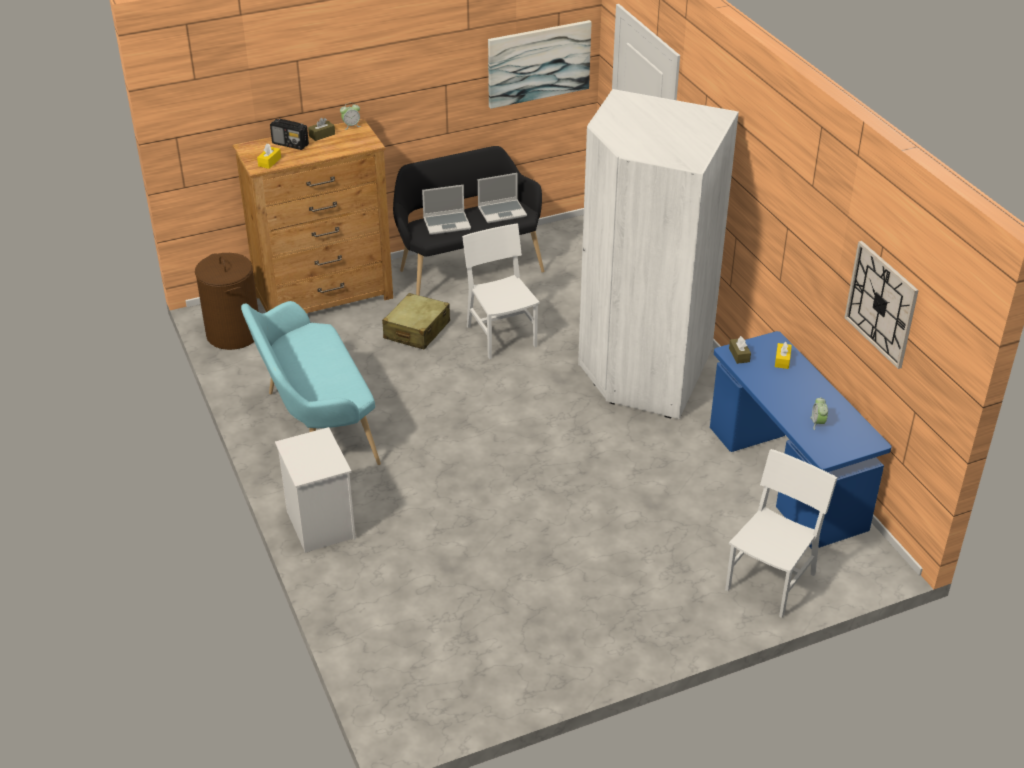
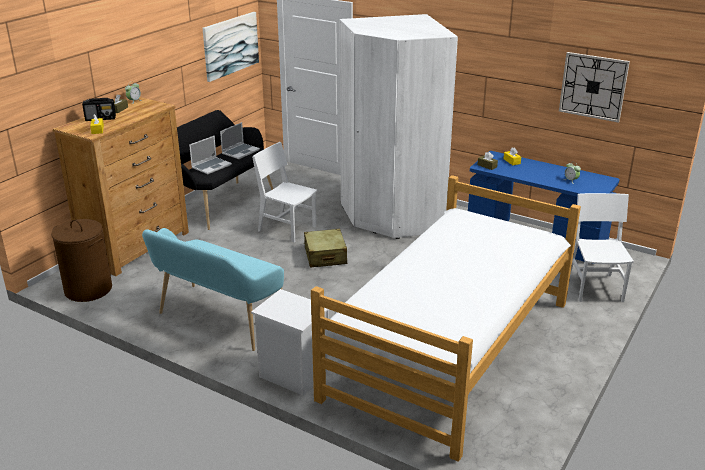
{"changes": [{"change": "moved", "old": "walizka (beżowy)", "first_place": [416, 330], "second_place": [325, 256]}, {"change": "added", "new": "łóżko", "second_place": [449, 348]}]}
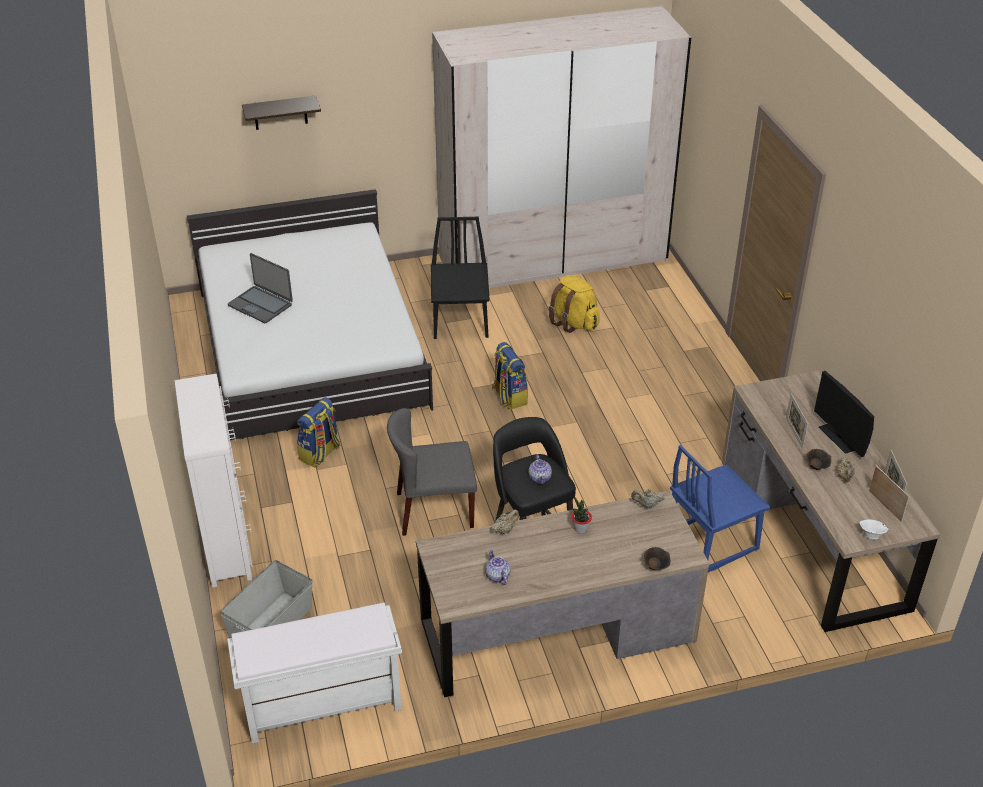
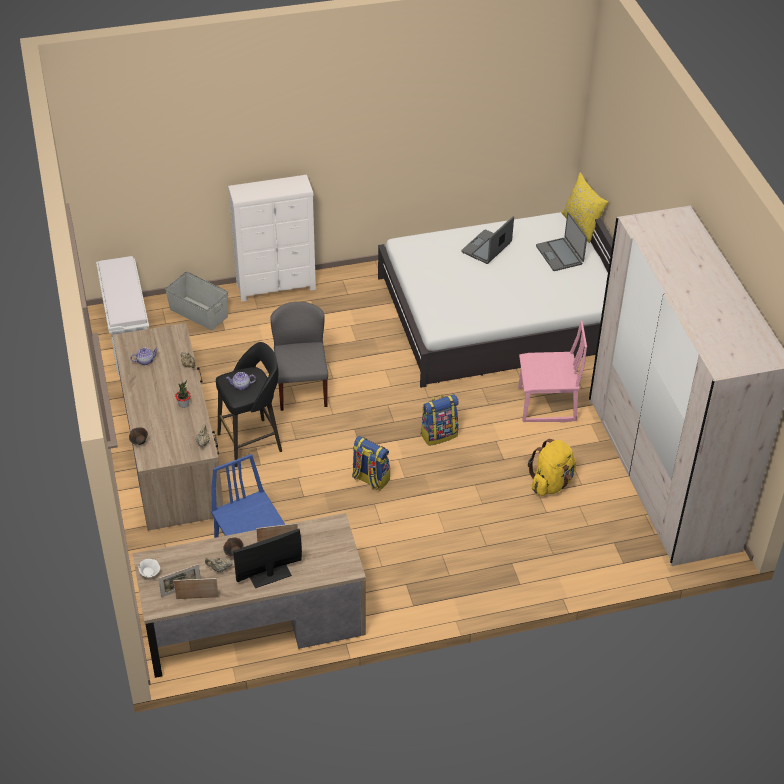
{"changes": [{"change": "moved", "old": "plecak", "first_place": [320, 453], "second_place": [370, 479]}, {"change": "recoloured", "old": "krzesło (czarny)", "new": "krzesło (różowy)", "first_place": [461, 321], "second_place": [547, 405]}, {"change": "added", "new": "laptop", "second_place": [560, 255]}, {"change": "added", "new": "poduszka (żółty)", "second_place": [581, 226]}, {"change": "removed", "old": "półka", "first_place": [280, 113]}]}
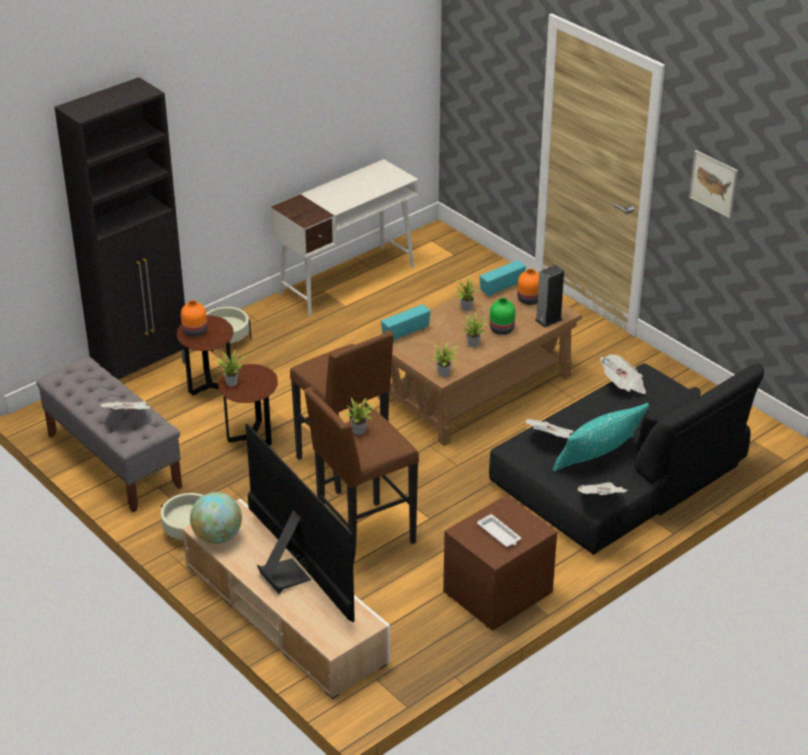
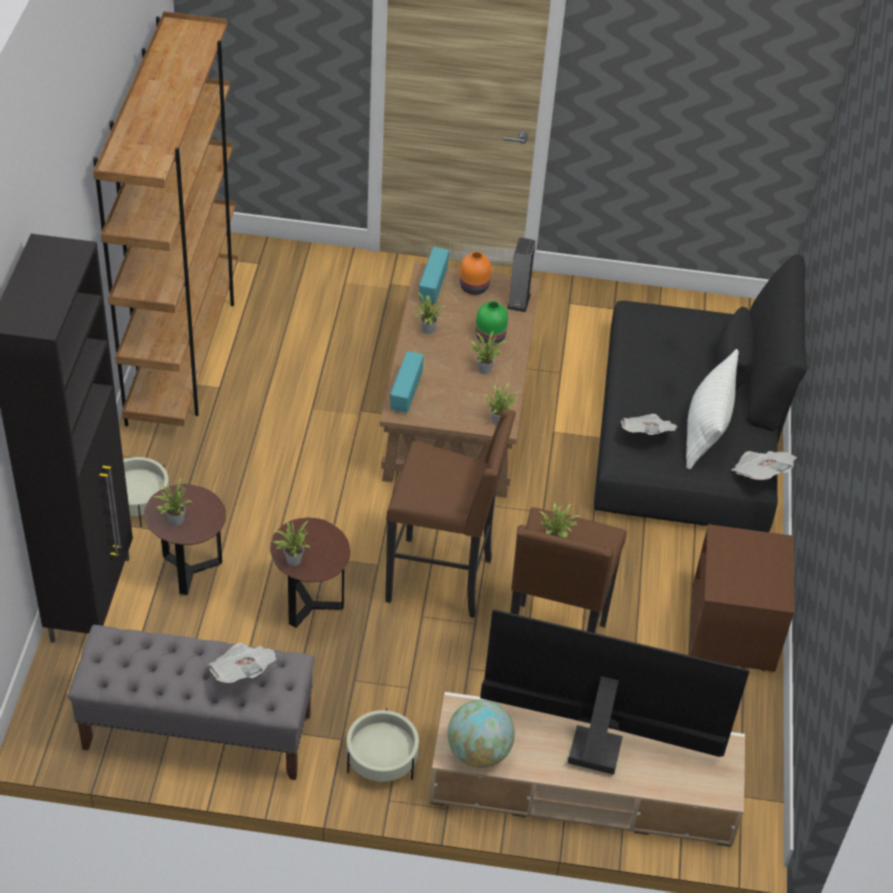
{"changes": [{"change": "replaced", "old": "biurko (biały)", "new": "regał (brązowy)", "first_place": [347, 280], "second_place": [183, 353]}, {"change": "replaced", "old": "wazon (pomarańczowy)", "new": "roślina doniczkowa", "first_place": [195, 332], "second_place": [174, 520]}, {"change": "recoloured", "old": "poduszka (turkusowy)", "new": "poduszka (biały)", "first_place": [598, 457], "second_place": [706, 430]}, {"change": "removed", "old": "taca (biały)", "first_place": [499, 534]}, {"change": "removed", "old": "gazeta", "first_place": [623, 385]}, {"change": "removed", "old": "obraz", "first_place": [713, 183]}]}
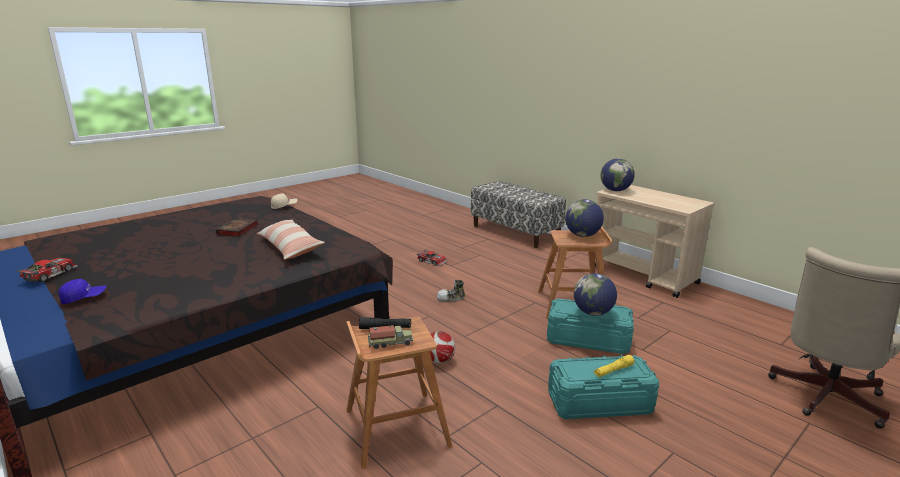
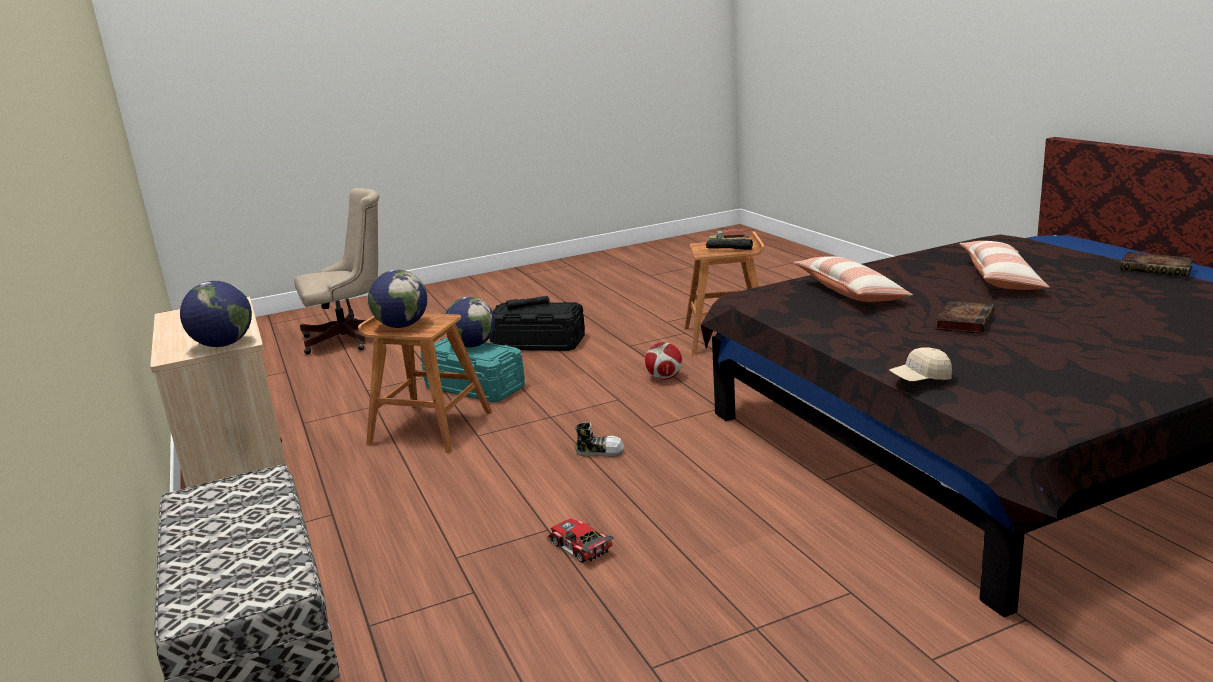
{"changes": [{"change": "recoloured", "old": "pojemnik do przechowywania (turkusowy)", "new": "pojemnik do przechowywania (czarny)", "first_place": [599, 403], "second_place": [538, 343]}, {"change": "recoloured", "old": "latarka (żółty)", "new": "latarka (czarny)", "first_place": [613, 371], "second_place": [528, 306]}, {"change": "added", "new": "poduszka", "second_place": [1000, 278]}, {"change": "replaced", "old": "samochodzik", "new": "książka", "first_place": [48, 274], "second_place": [1158, 268]}, {"change": "removed", "old": "czapka z daszkiem (niebieski)", "first_place": [84, 298]}]}
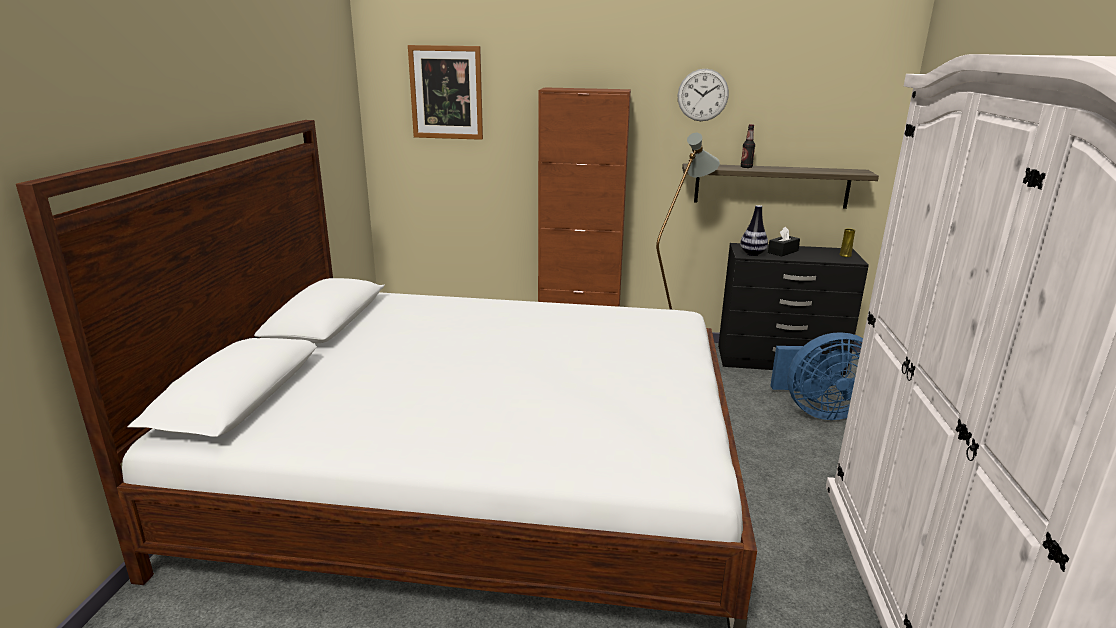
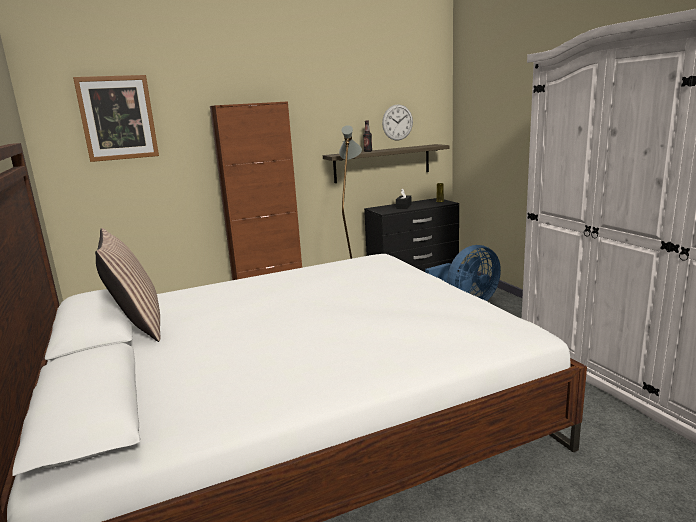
{"changes": [{"change": "added", "new": "poduszka", "second_place": [137, 326]}, {"change": "moved", "old": "zegar ścienny", "first_place": [702, 95], "second_place": [397, 122]}, {"change": "removed", "old": "wazon", "first_place": [752, 254]}]}
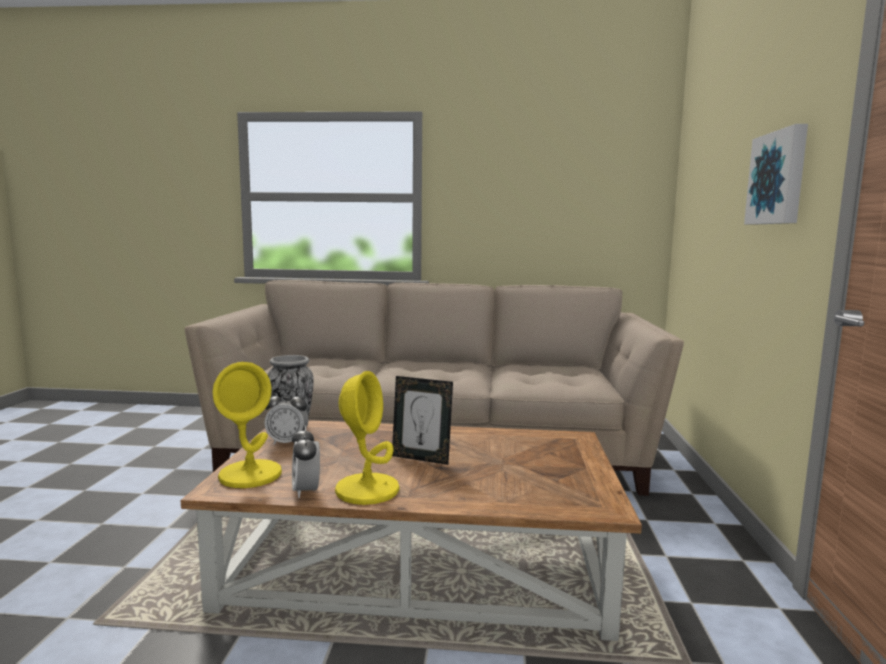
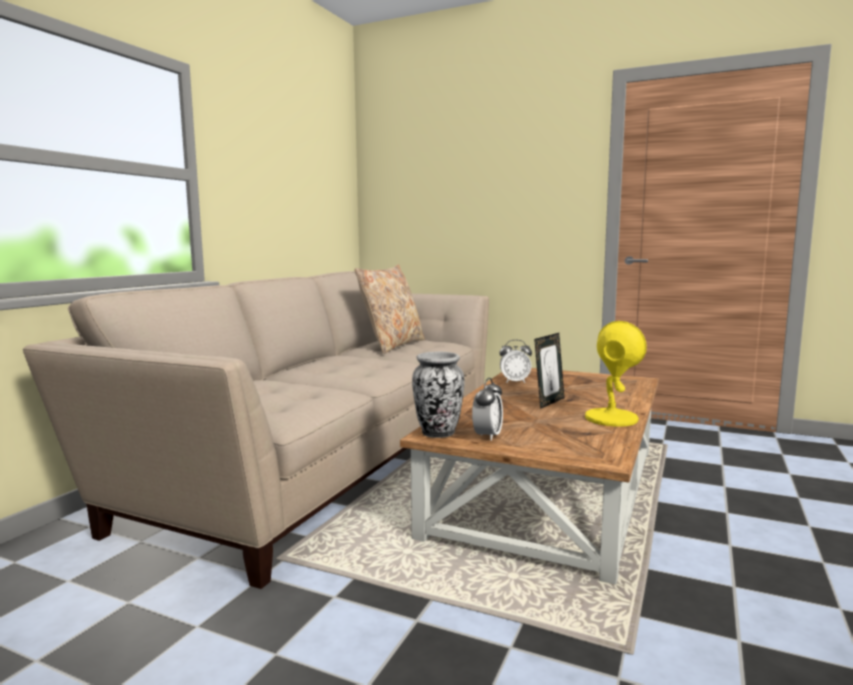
{"changes": [{"change": "added", "new": "poduszka (beżowy)", "second_place": [392, 345]}, {"change": "moved", "old": "budzik", "first_place": [306, 491], "second_place": [515, 381]}, {"change": "removed", "old": "lampa stołowa (żółty)", "first_place": [250, 475]}, {"change": "removed", "old": "obraz", "first_place": [779, 178]}]}
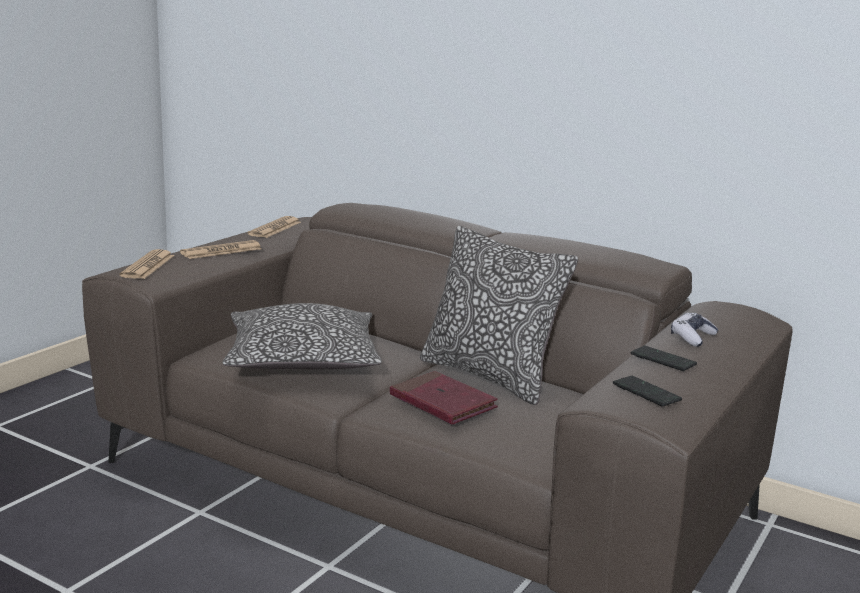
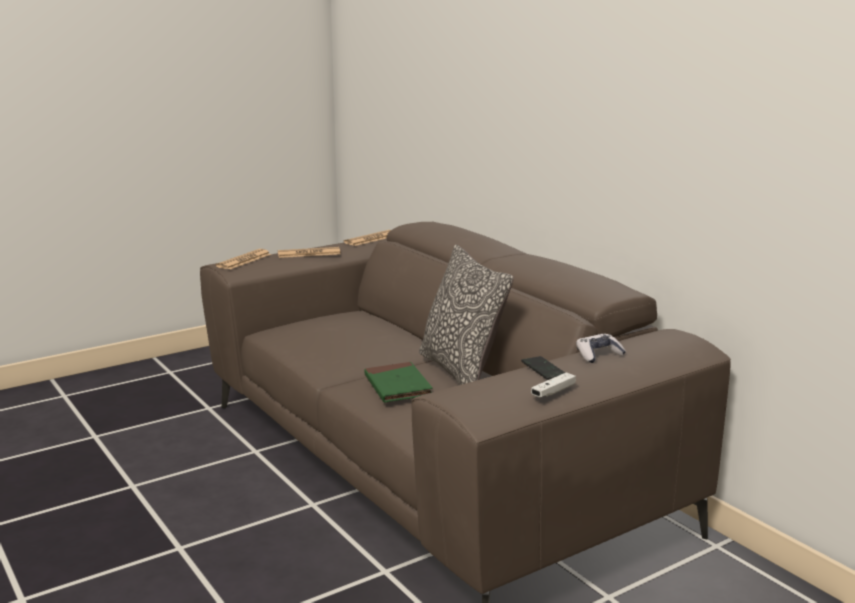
{"changes": [{"change": "recoloured", "old": "książka (czerwony)", "new": "książka (zielony)", "first_place": [442, 403], "second_place": [397, 386]}, {"change": "added", "new": "pad do gier (biały)", "second_place": [553, 392]}, {"change": "removed", "old": "poduszka", "first_place": [302, 360]}, {"change": "removed", "old": "telefon", "first_place": [646, 393]}]}
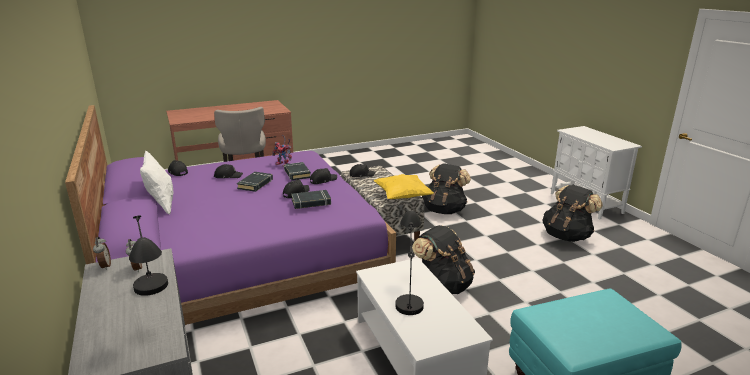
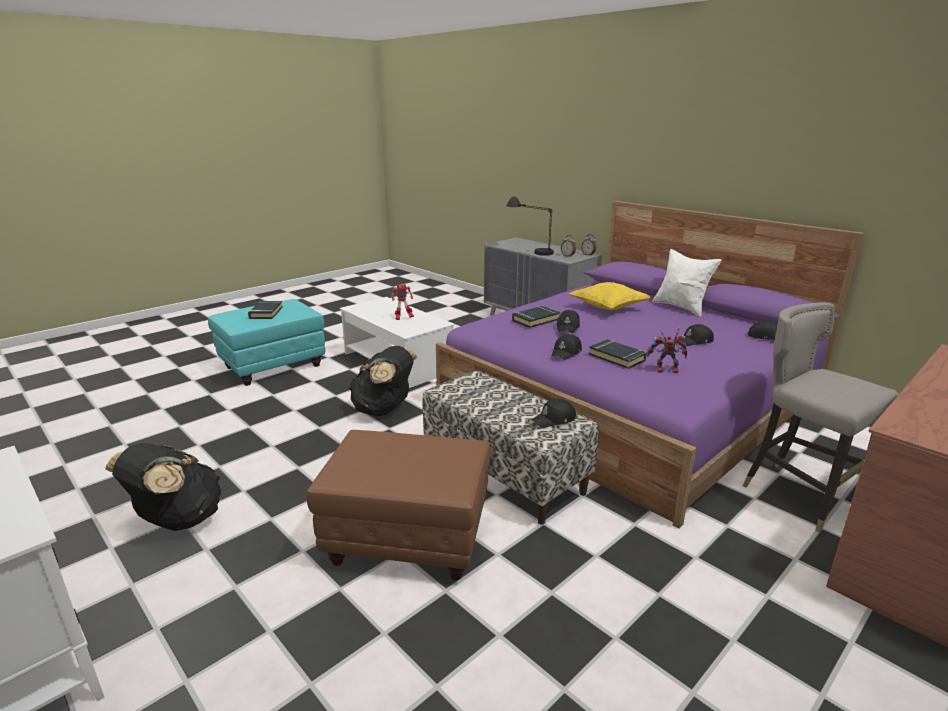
{"changes": [{"change": "moved", "old": "książka (czarny)", "first_place": [255, 184], "second_place": [266, 313]}, {"change": "replaced", "old": "plecak (czarny)", "new": "pufa (brązowy)", "first_place": [444, 210], "second_place": [407, 541]}, {"change": "replaced", "old": "lampa stołowa (czarny)", "new": "robot zabawkowy", "first_place": [409, 291], "second_place": [403, 318]}, {"change": "moved", "old": "poduszka (żółty)", "first_place": [402, 197], "second_place": [608, 308]}]}
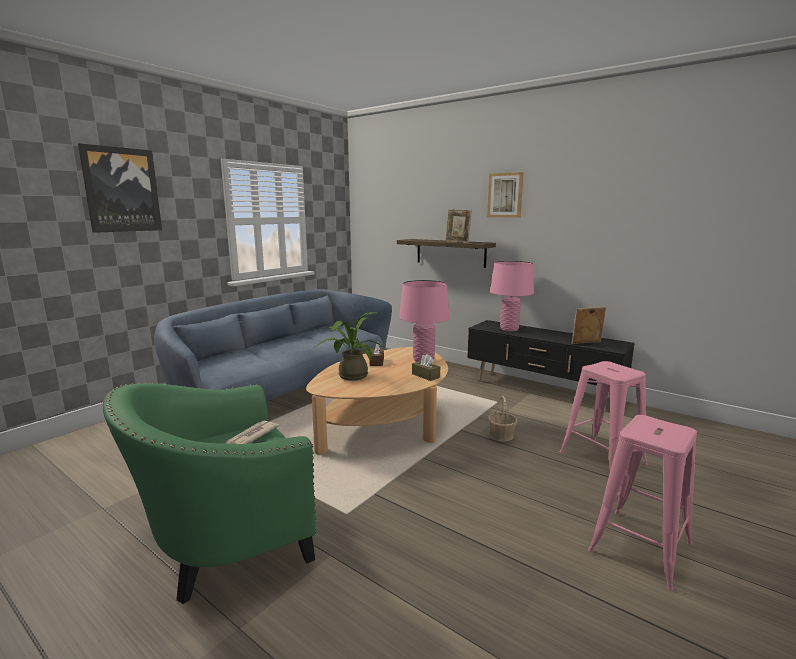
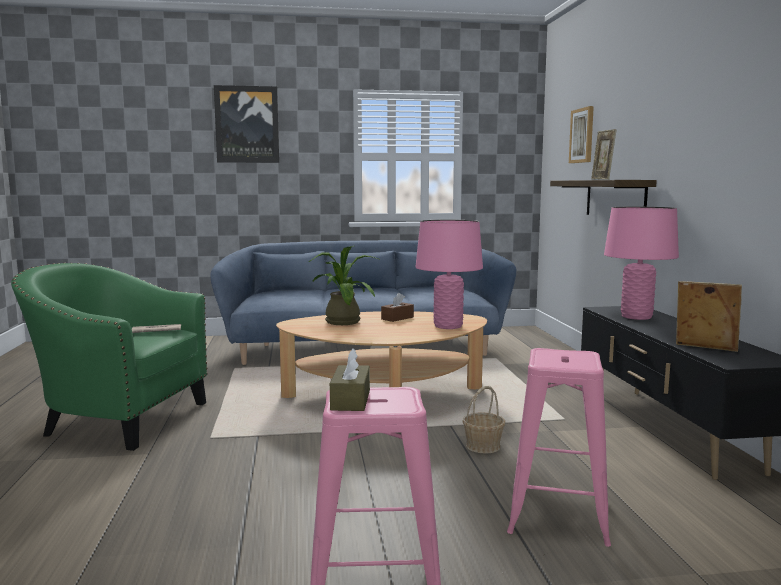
{"changes": [{"change": "moved", "old": "pudełko chusteczek (brązowy)", "first_place": [425, 375], "second_place": [350, 400]}, {"change": "moved", "old": "obraz", "first_place": [505, 195], "second_place": [582, 135]}]}
